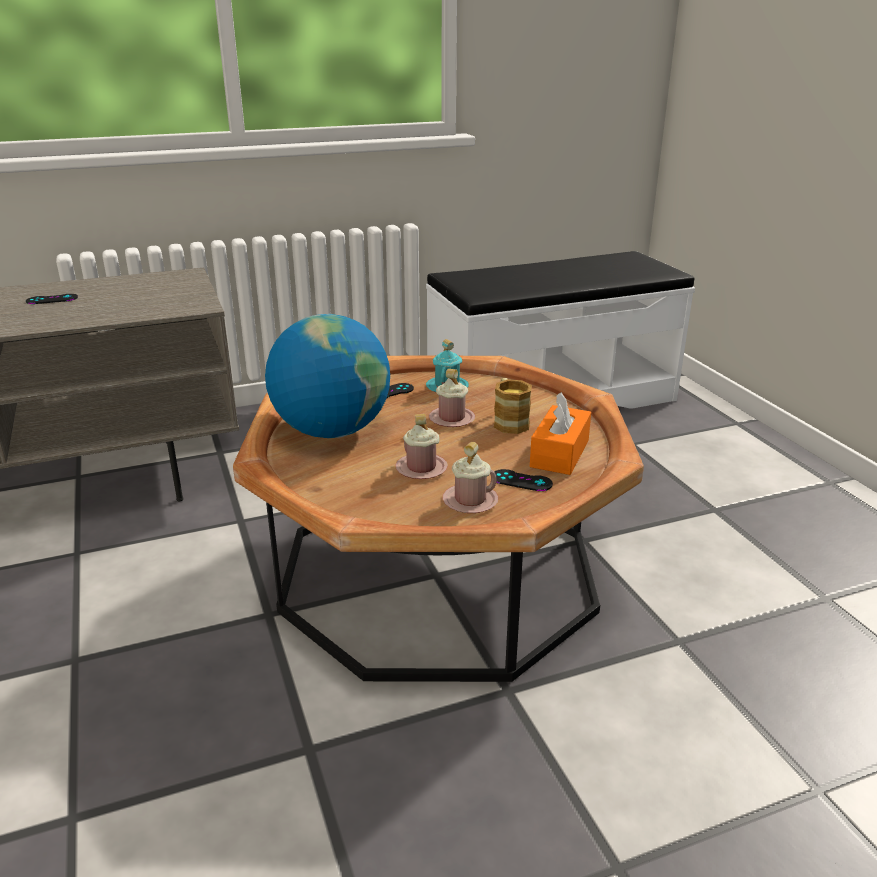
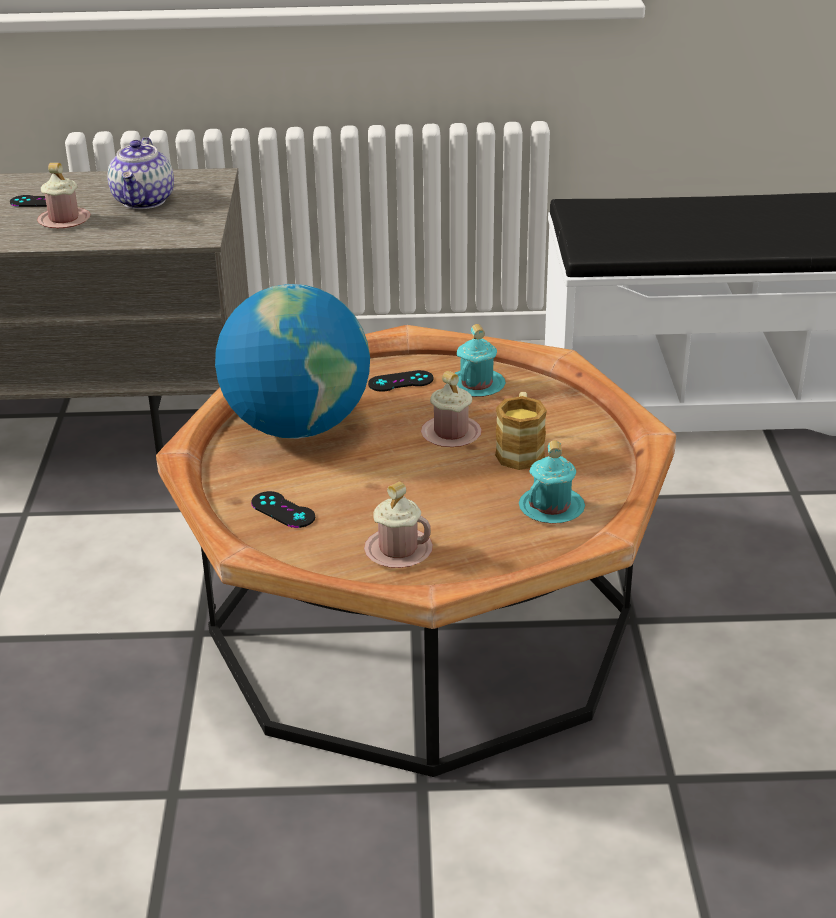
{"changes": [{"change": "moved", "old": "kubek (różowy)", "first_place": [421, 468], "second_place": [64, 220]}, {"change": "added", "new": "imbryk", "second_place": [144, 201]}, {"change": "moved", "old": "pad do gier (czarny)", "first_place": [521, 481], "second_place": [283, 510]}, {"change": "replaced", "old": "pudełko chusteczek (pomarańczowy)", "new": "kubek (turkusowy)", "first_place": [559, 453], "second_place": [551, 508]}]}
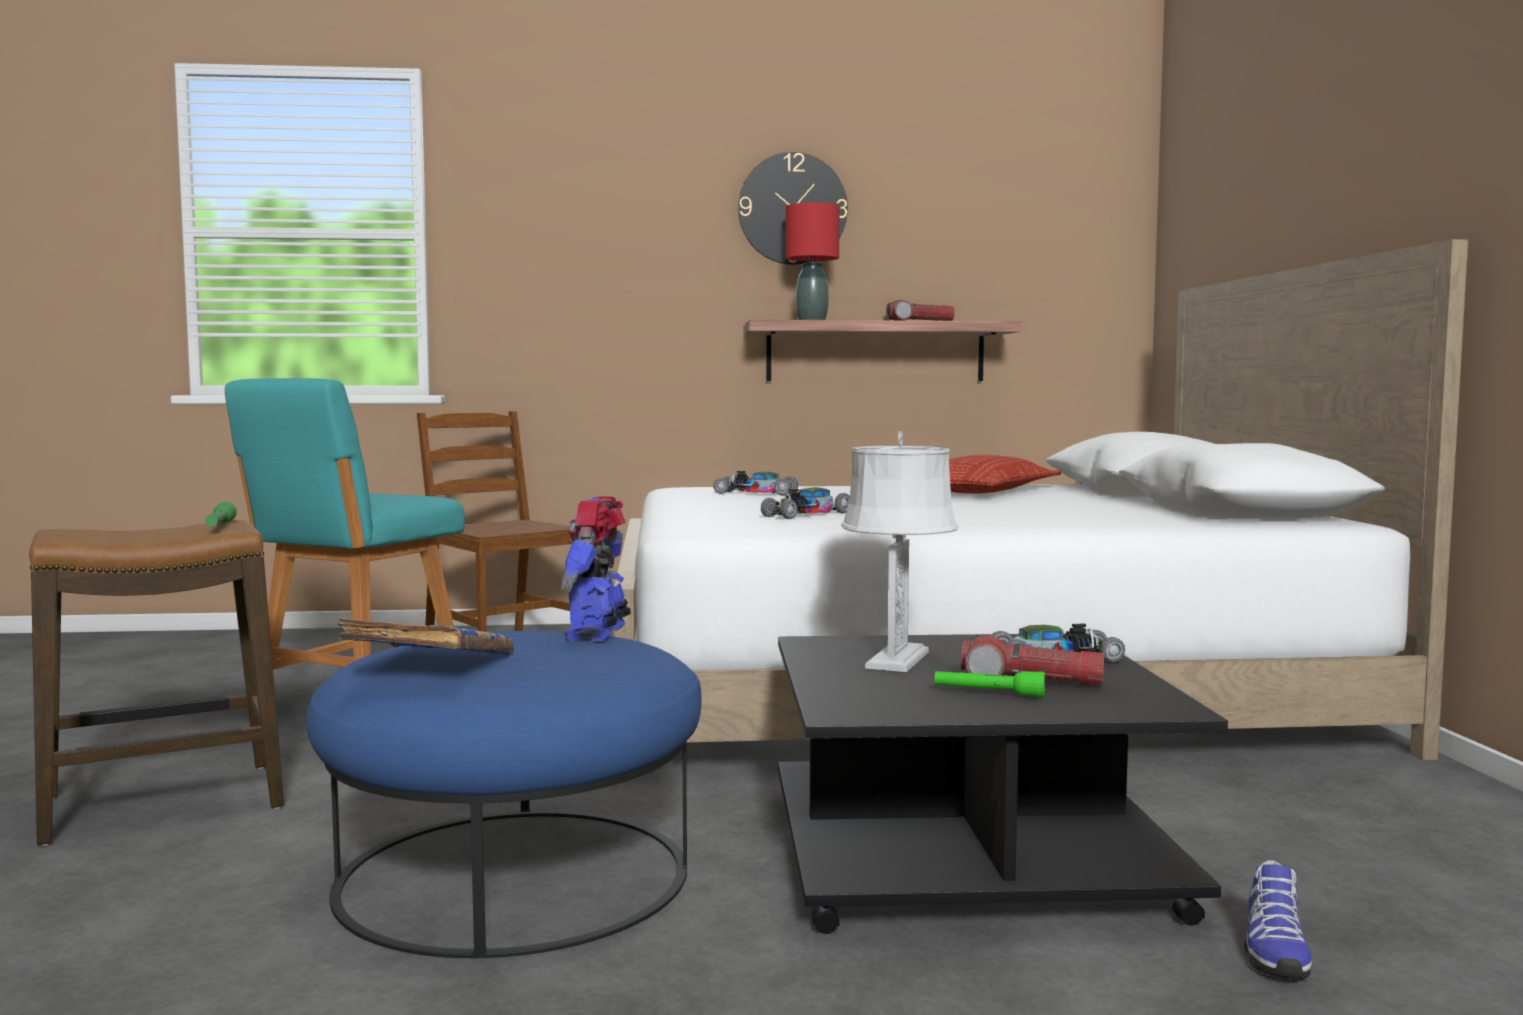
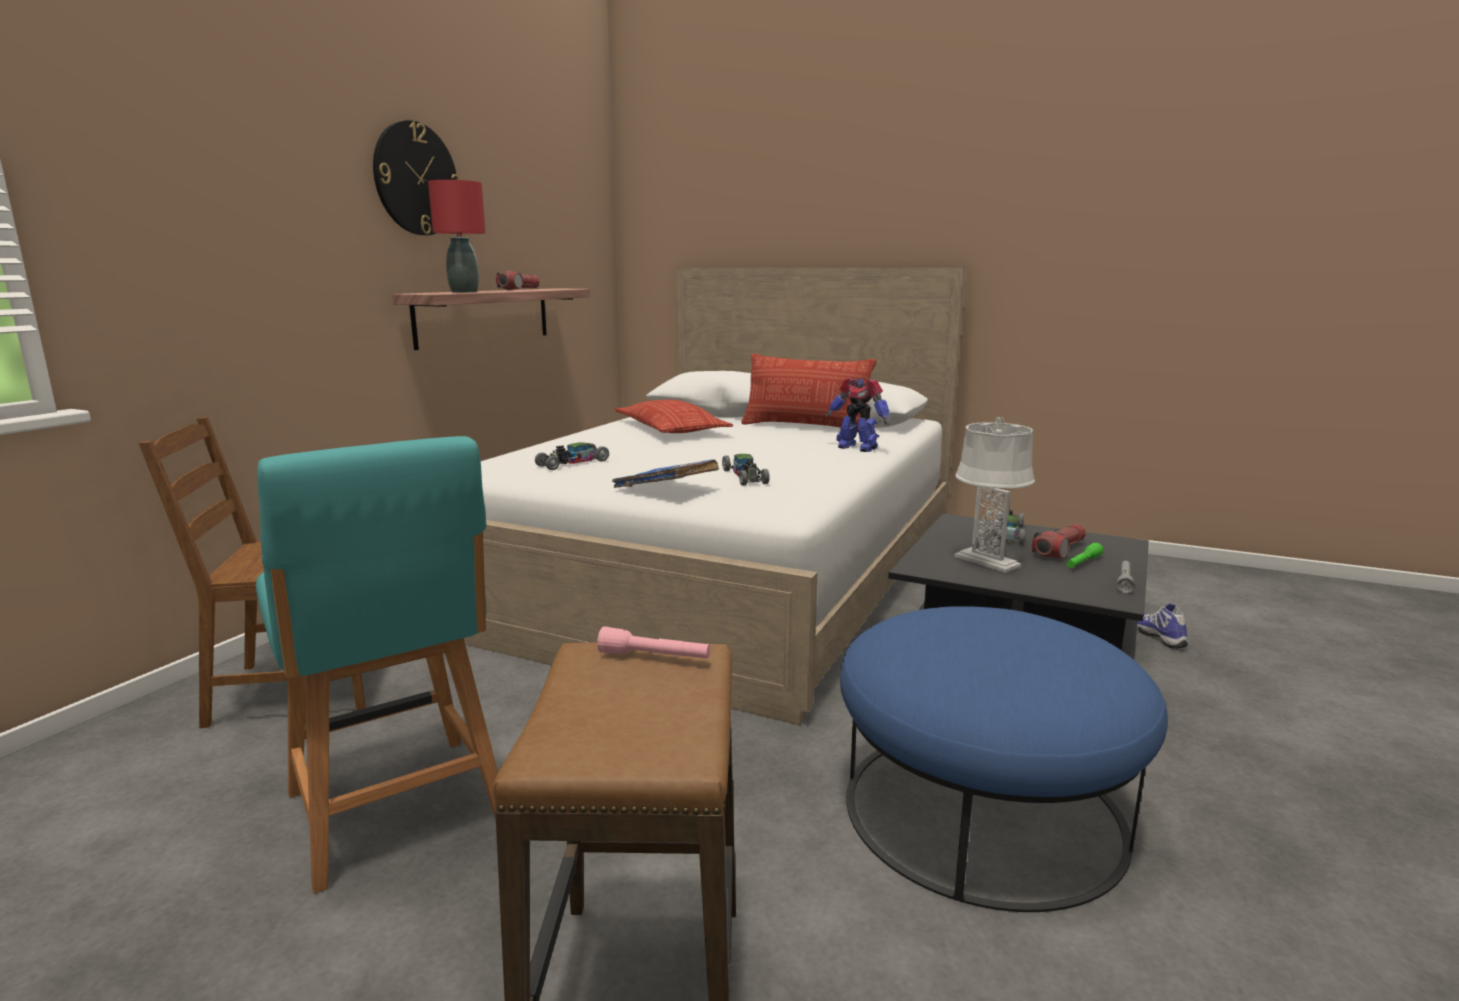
{"changes": [{"change": "recoloured", "old": "latarka (zielony)", "new": "latarka (różowy)", "first_place": [219, 526], "second_place": [654, 657]}, {"change": "moved", "old": "książka (niebieski)", "first_place": [430, 669], "second_place": [666, 490]}, {"change": "added", "new": "poduszka", "second_place": [806, 427]}, {"change": "moved", "old": "robot zabawkowy", "first_place": [598, 634], "second_place": [857, 448]}, {"change": "added", "new": "latarka (szary)", "second_place": [1124, 582]}, {"change": "turned", "old": "but", "first_place": [1272, 952], "second_place": [1159, 636], "degrees": -150}]}
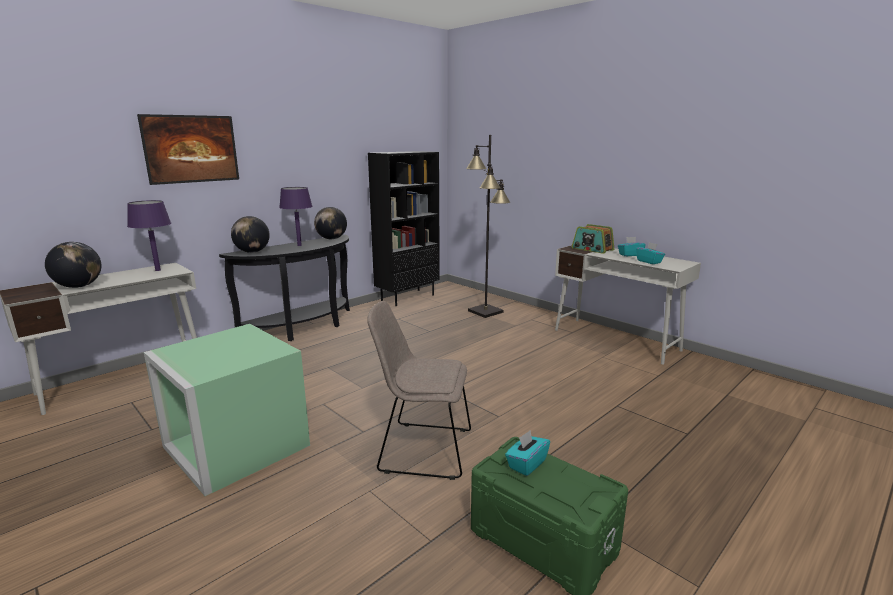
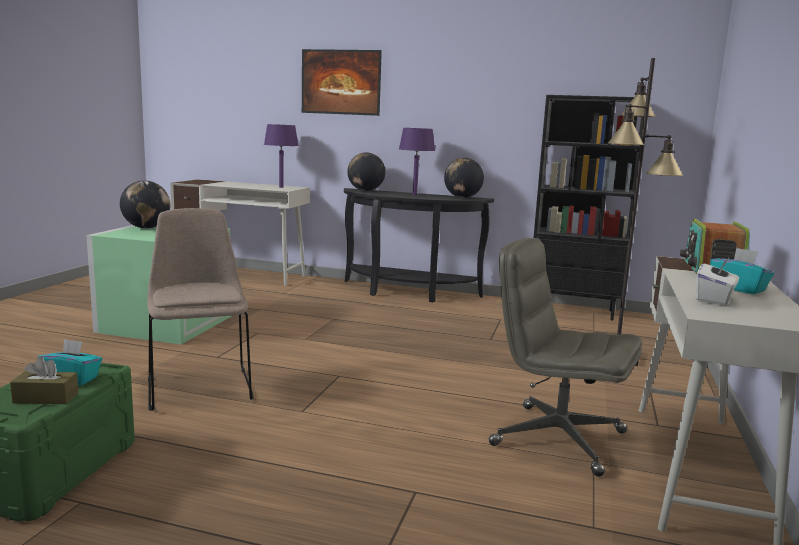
{"changes": [{"change": "added", "new": "pudełko chusteczek (brązowy)", "second_place": [46, 398]}, {"change": "moved", "old": "globus", "first_place": [79, 286], "second_place": [146, 228]}, {"change": "added", "new": "krzesło biurowe (szary)", "second_place": [556, 438]}, {"change": "recoloured", "old": "pudełko chusteczek (turkusowy)", "new": "pudełko chusteczek (biały)", "first_place": [649, 261], "second_place": [714, 299]}]}
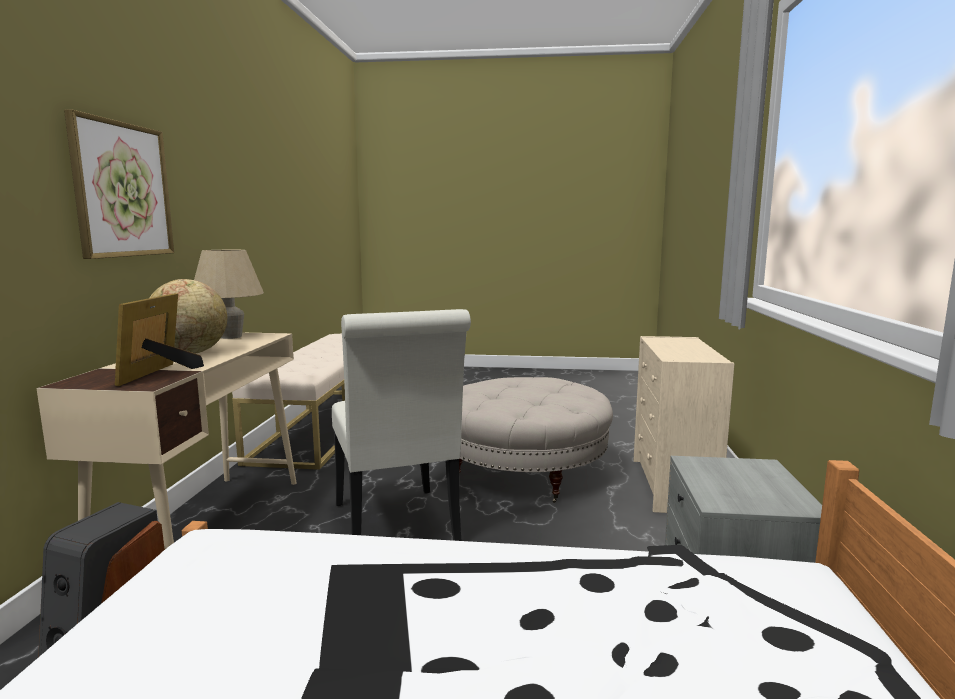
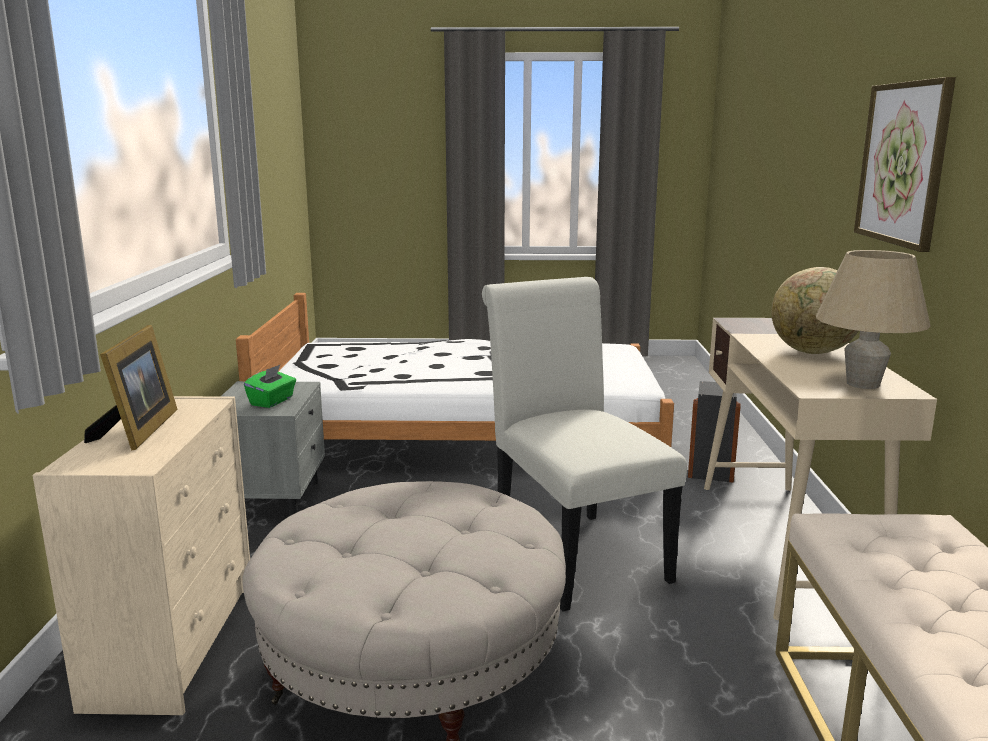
{"changes": [{"change": "moved", "old": "ramka na zdjęcie", "first_place": [159, 373], "second_place": [139, 430]}, {"change": "added", "new": "pudełko chusteczek (zielony)", "second_place": [272, 401]}]}
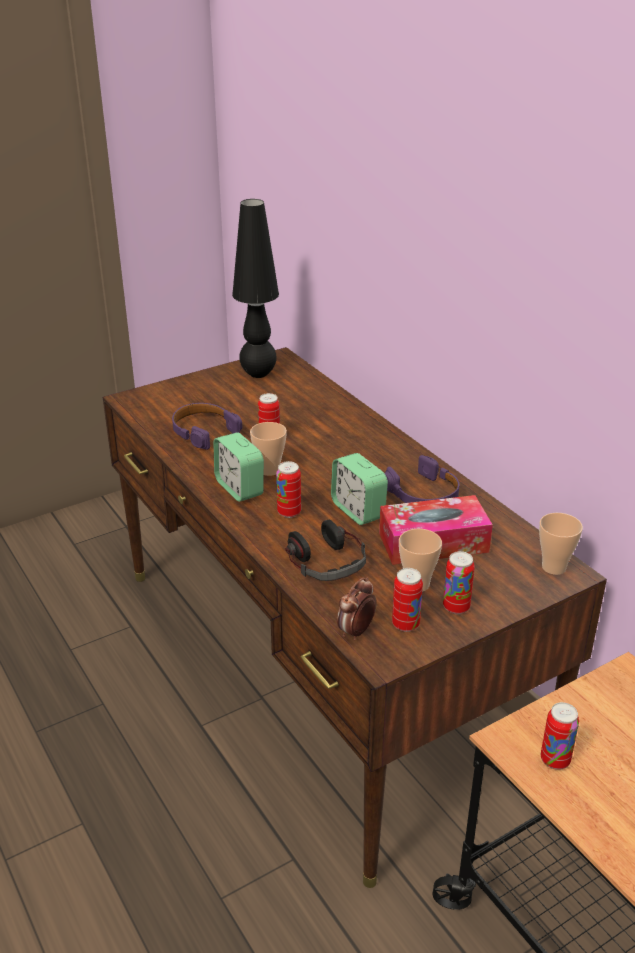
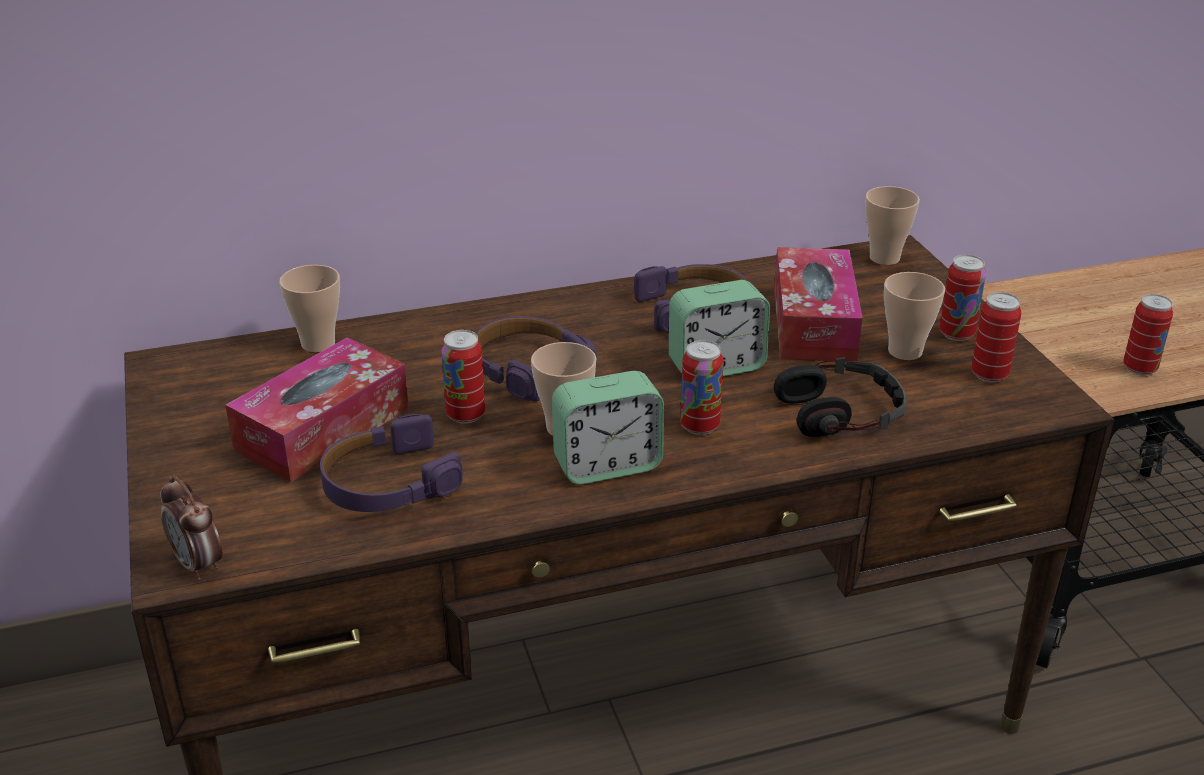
{"changes": [{"change": "moved", "old": "budzik", "first_place": [356, 631], "second_place": [199, 565]}, {"change": "added", "new": "pudełko chusteczek", "second_place": [323, 429]}, {"change": "added", "new": "filiżanka", "second_place": [318, 344]}, {"change": "added", "new": "słuchawki (fioletowy)", "second_place": [527, 368]}, {"change": "removed", "old": "lampa stołowa (czarny)", "first_place": [259, 374]}]}
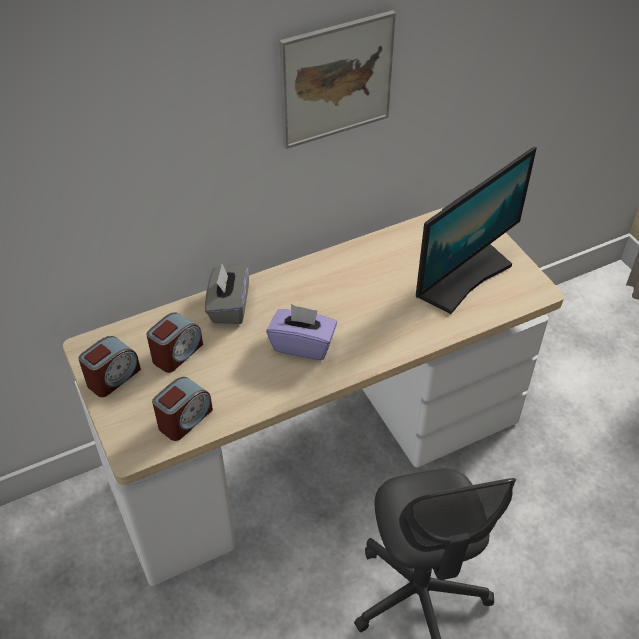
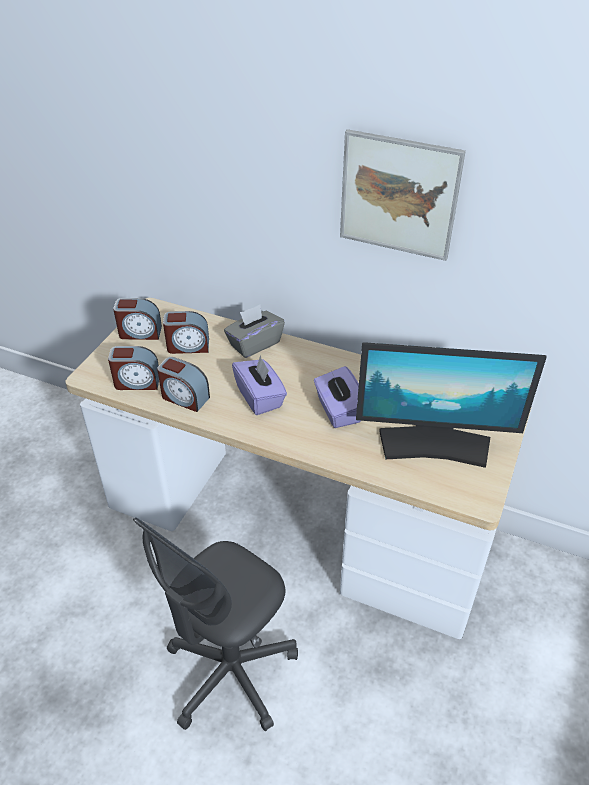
{"changes": [{"change": "added", "new": "budzik", "second_place": [184, 397]}, {"change": "added", "new": "pudełko chusteczek (fioletowy)", "second_place": [338, 410]}]}
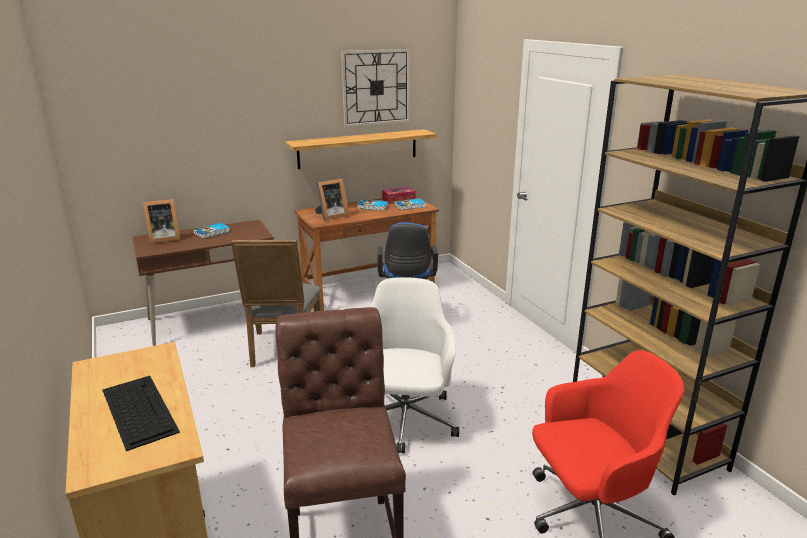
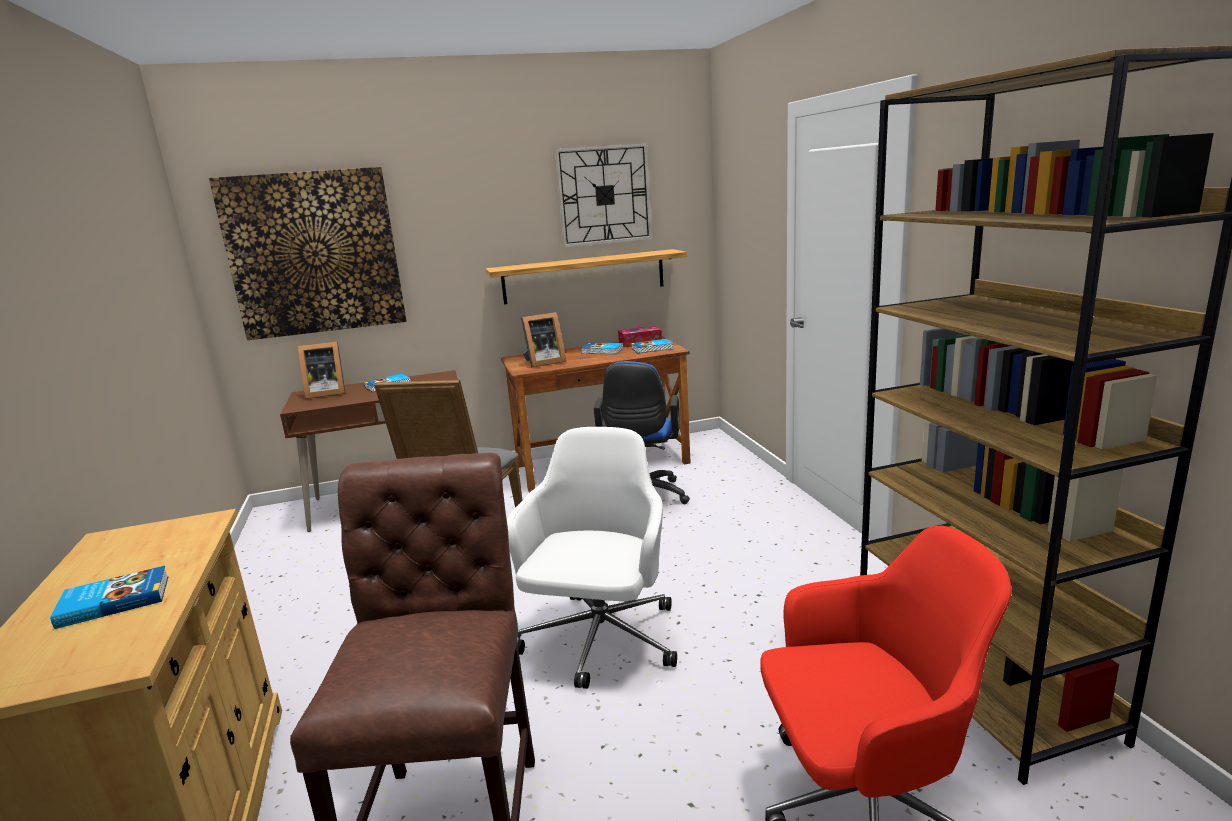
{"changes": [{"change": "replaced", "old": "klawiatura", "new": "książka", "first_place": [138, 410], "second_place": [114, 601]}, {"change": "added", "new": "obraz", "second_place": [314, 253]}]}
